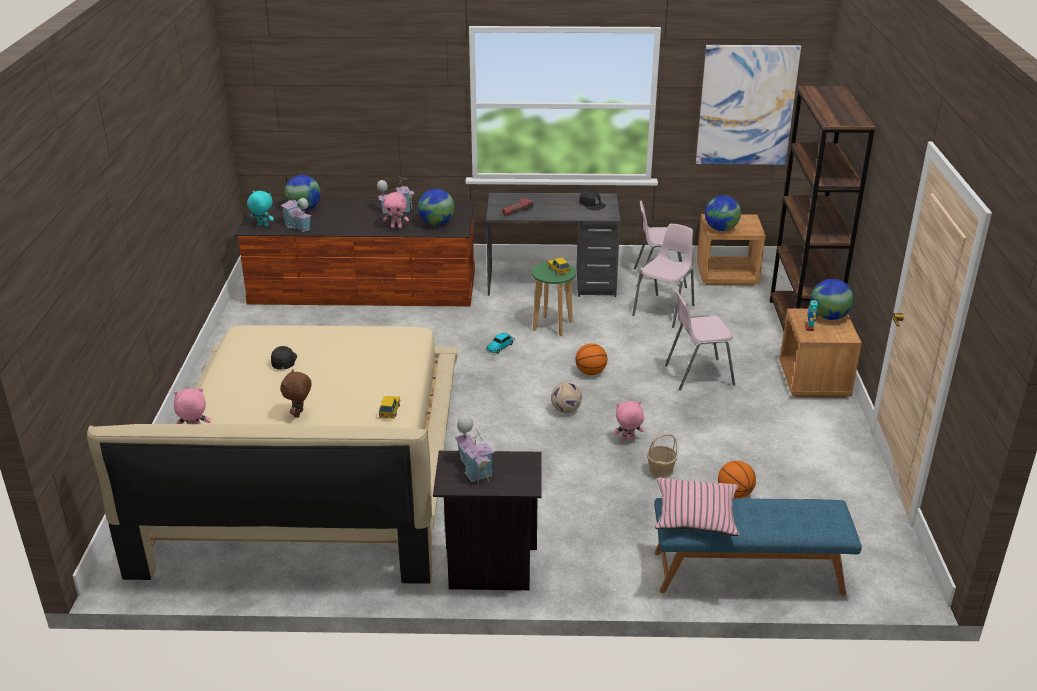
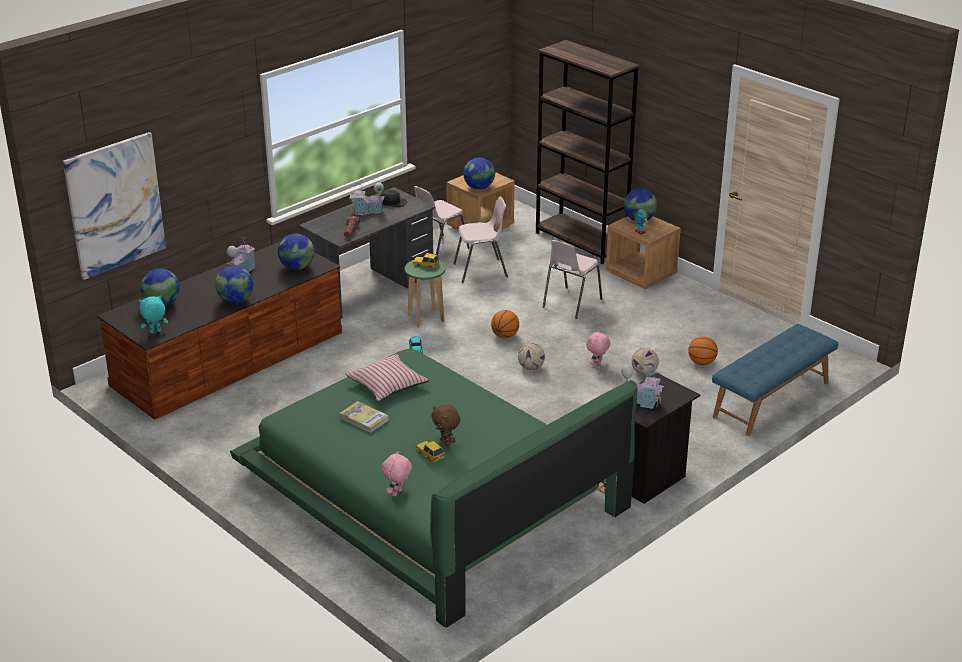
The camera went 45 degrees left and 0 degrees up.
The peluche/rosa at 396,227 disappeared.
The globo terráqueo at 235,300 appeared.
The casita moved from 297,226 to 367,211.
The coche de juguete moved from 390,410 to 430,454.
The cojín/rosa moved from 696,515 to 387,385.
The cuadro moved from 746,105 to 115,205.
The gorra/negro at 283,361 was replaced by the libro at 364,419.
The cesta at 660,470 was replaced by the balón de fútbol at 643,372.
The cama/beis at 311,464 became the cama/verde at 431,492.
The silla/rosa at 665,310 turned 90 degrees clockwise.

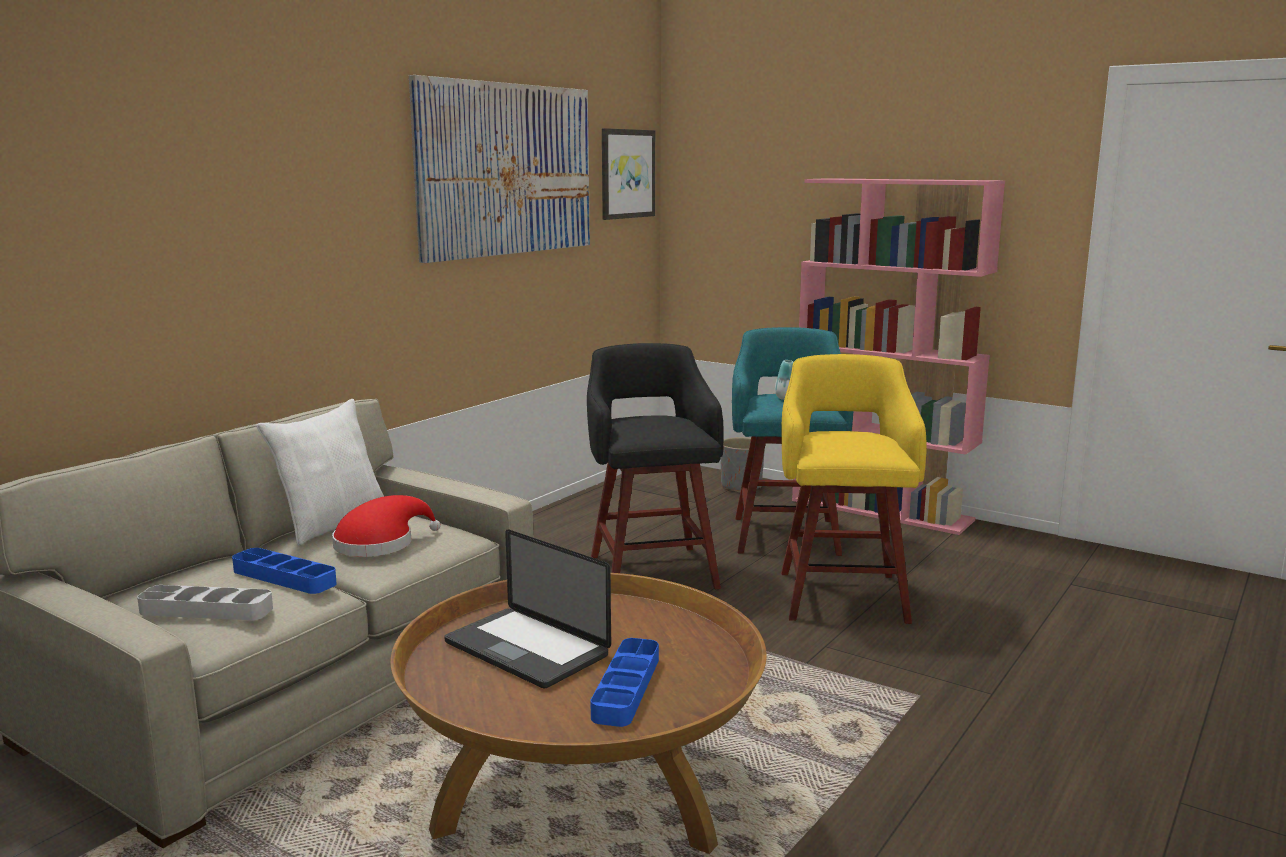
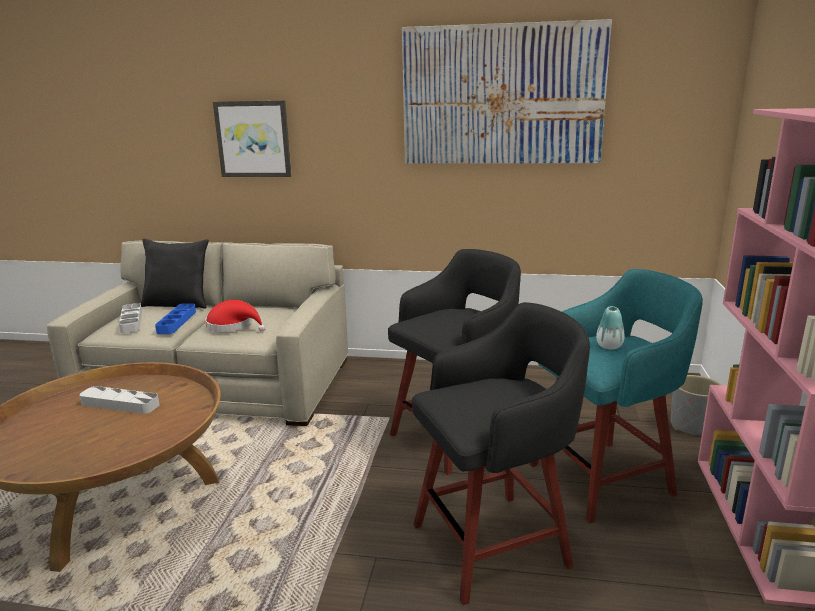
The camera went 65 degrees right and 5 degrees up.
The cojín/blanco at 332,523 disappeared.
The bandeja/azul at 626,688 disappeared.
The cojín/negro at 178,304 appeared.
The cuadro moved from 627,174 to 253,139.
The portátil at 526,649 was replaced by the bandeja/gris at 120,404.
The taburete/amarillo at 842,594 became the taburete/negro at 495,544.

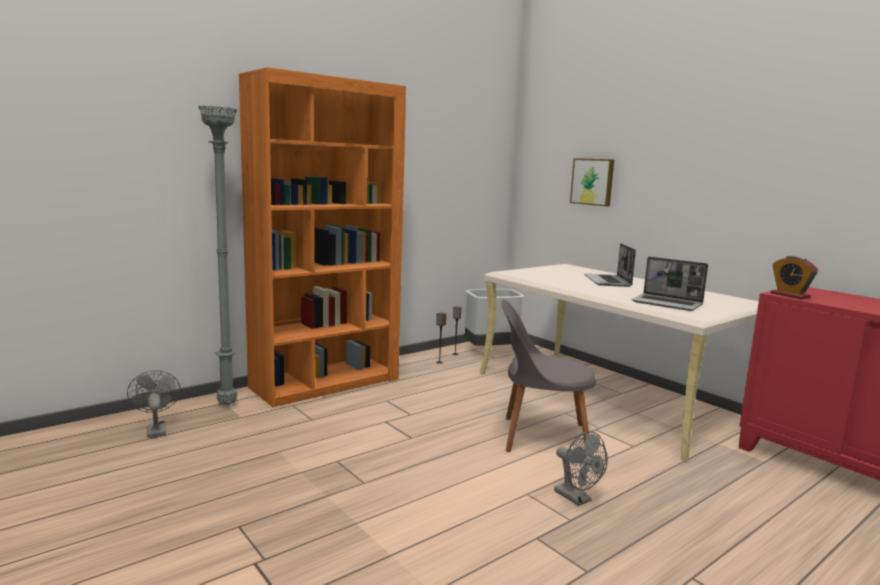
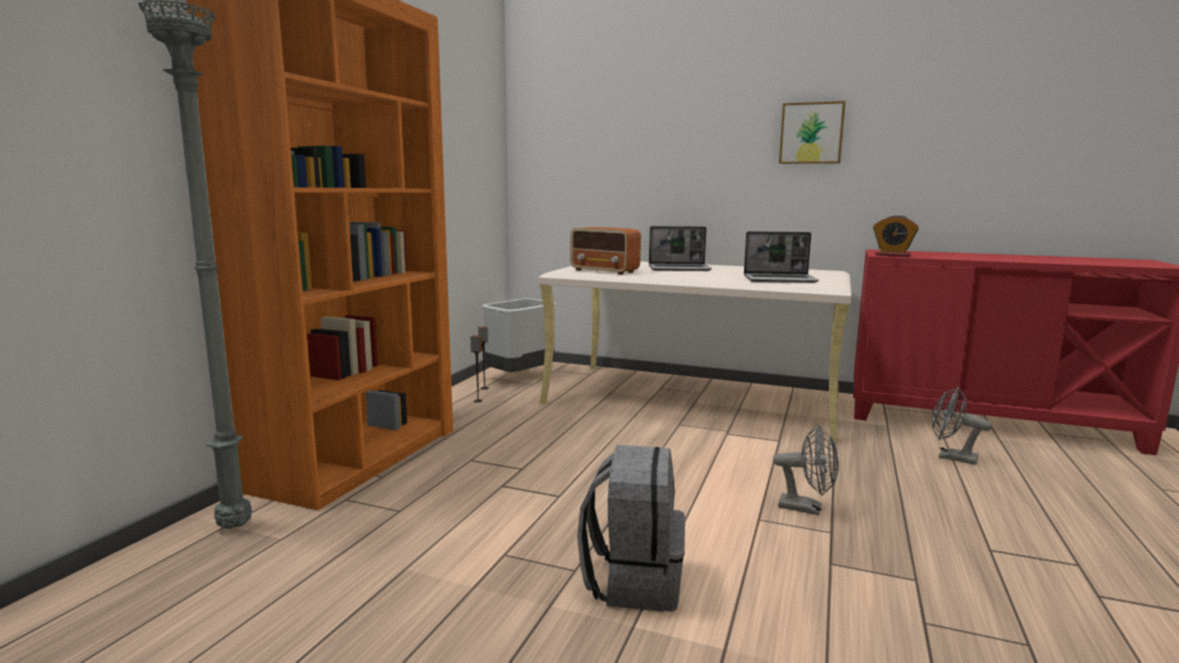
The camera went 30 degrees left and 0 degrees up.
The silla/gris at 540,436 disappeared.
The radio at 605,271 appeared.
The mochila/gris at 633,581 appeared.
The ventilador/gris moved from 155,429 to 951,457.
The cuadro moved from 593,181 to 811,133.
The portátil at 608,281 turned 60 degrees counterclockwise.

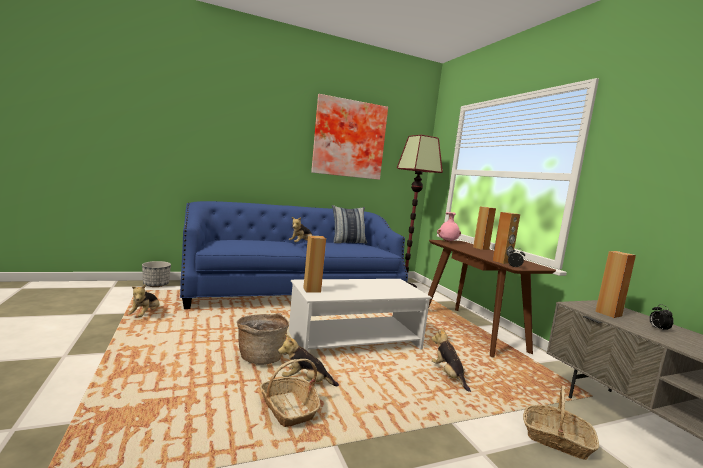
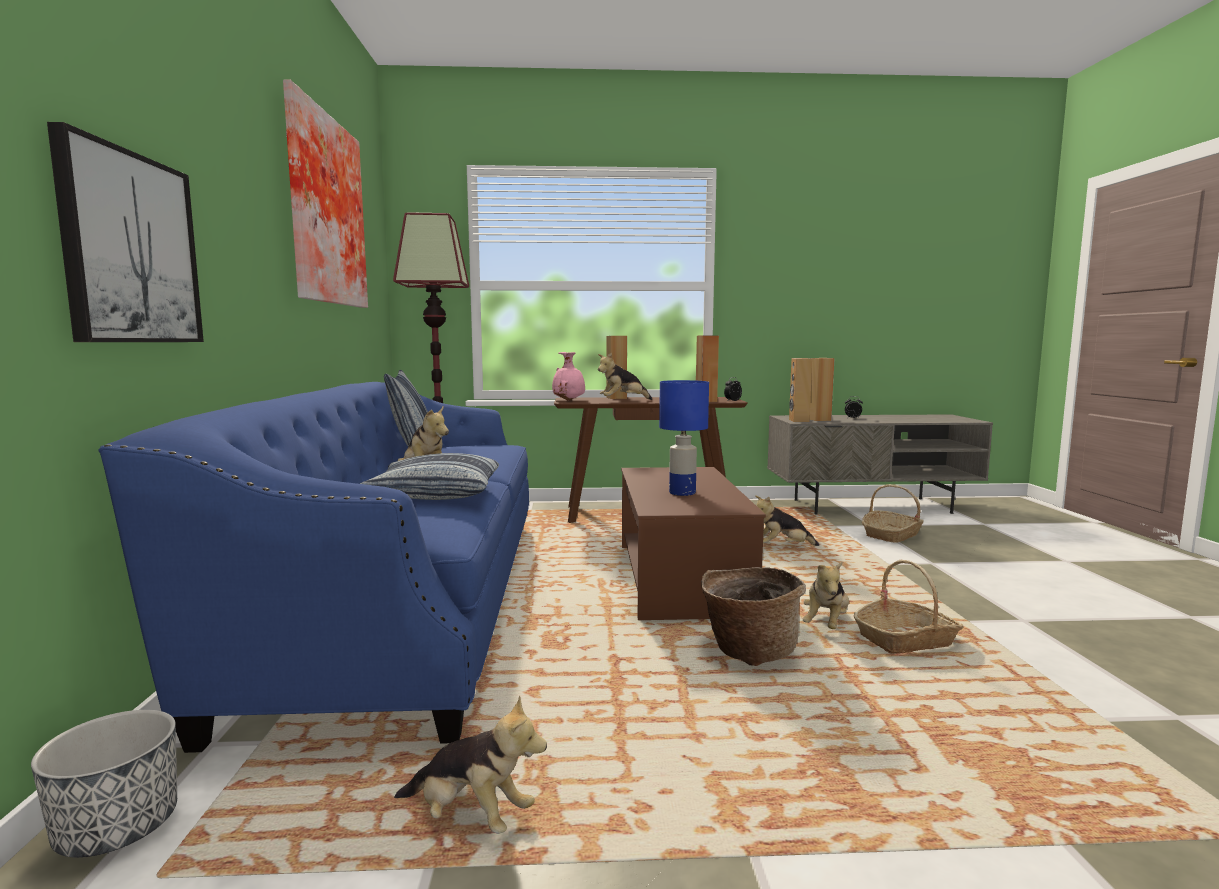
The camera went 70 degrees left and 0 degrees up.
The cuadro at 130,249 appeared.
The cojín at 434,493 appeared.
The peluche at 623,401 appeared.
The lámpara de mesa/azul at 682,493 appeared.
The altavoz/marrón moved from 312,290 to 798,421.
The mesa de centro/blanco at 355,340 became the mesa de centro/marrón at 680,578.

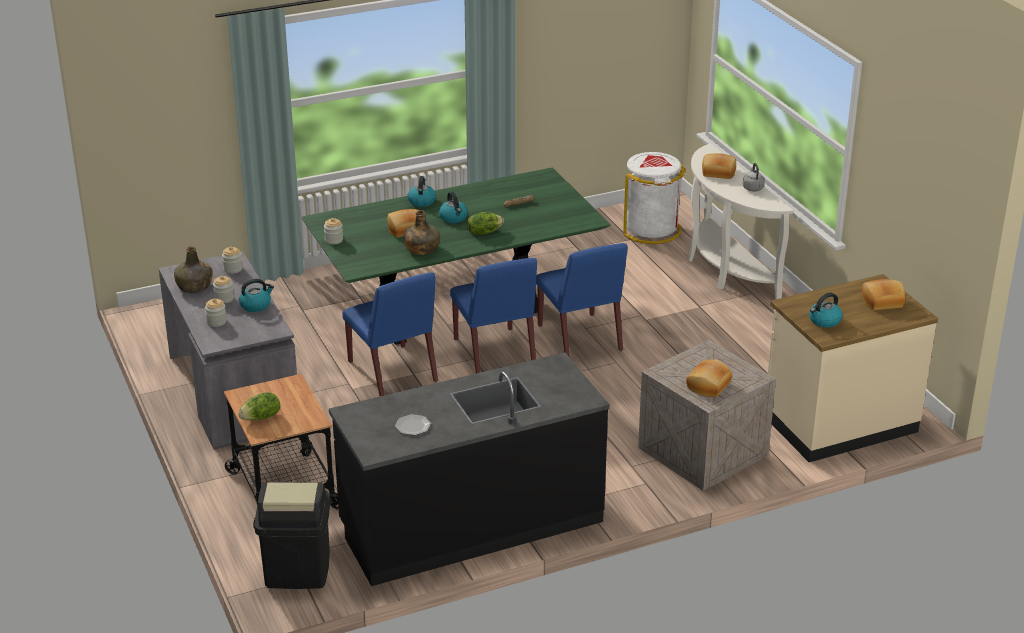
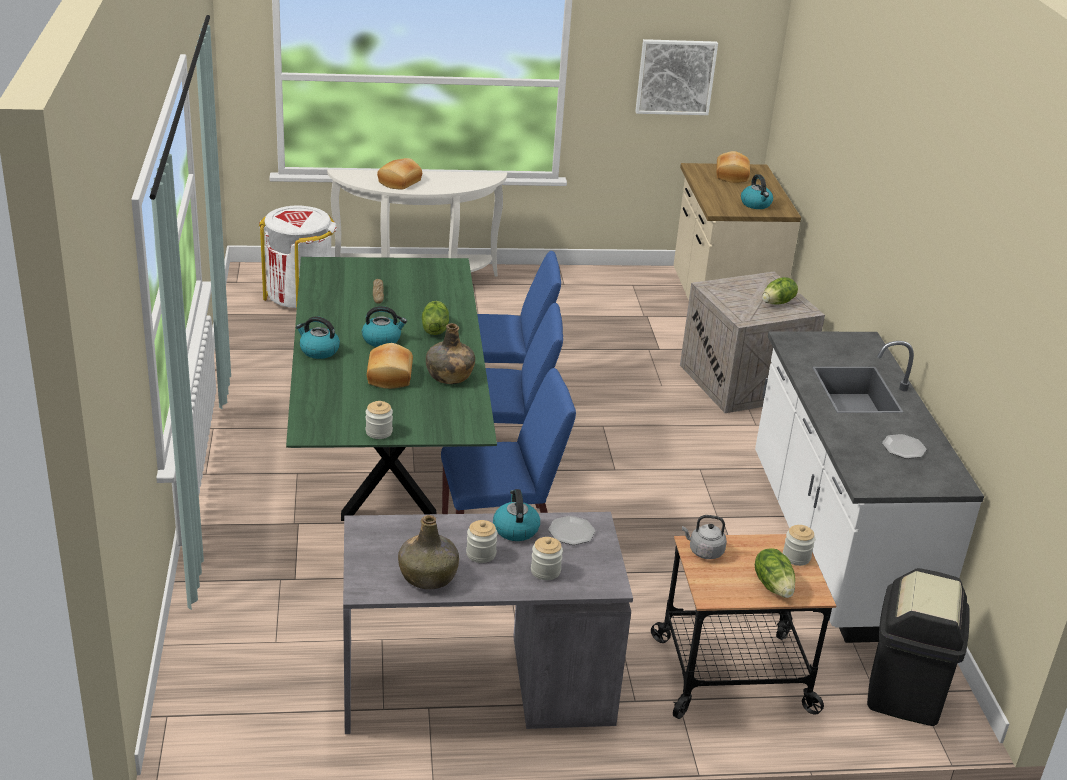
The camera went 75 degrees left and 0 degrees up.
The plato at 571,532 appeared.
The cuadro at 675,77 appeared.
The tarro moved from 233,269 to 796,557.
The hervidor/gris moved from 752,188 to 704,551.
The pan at 709,386 was replaced by the lechuga at 778,303.
The mueble bajo de cocina/negro at 471,524 became the mueble bajo de cocina/blanco at 835,545.

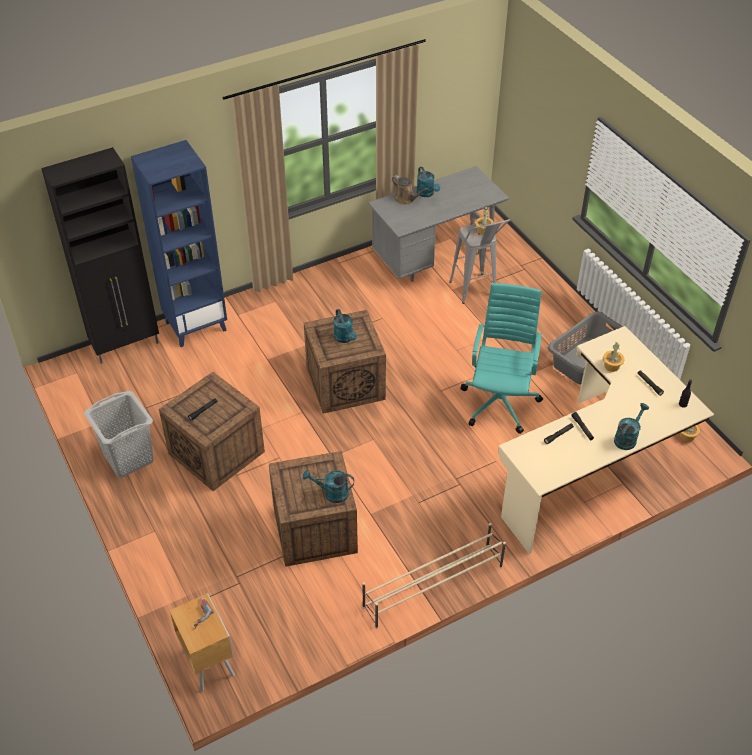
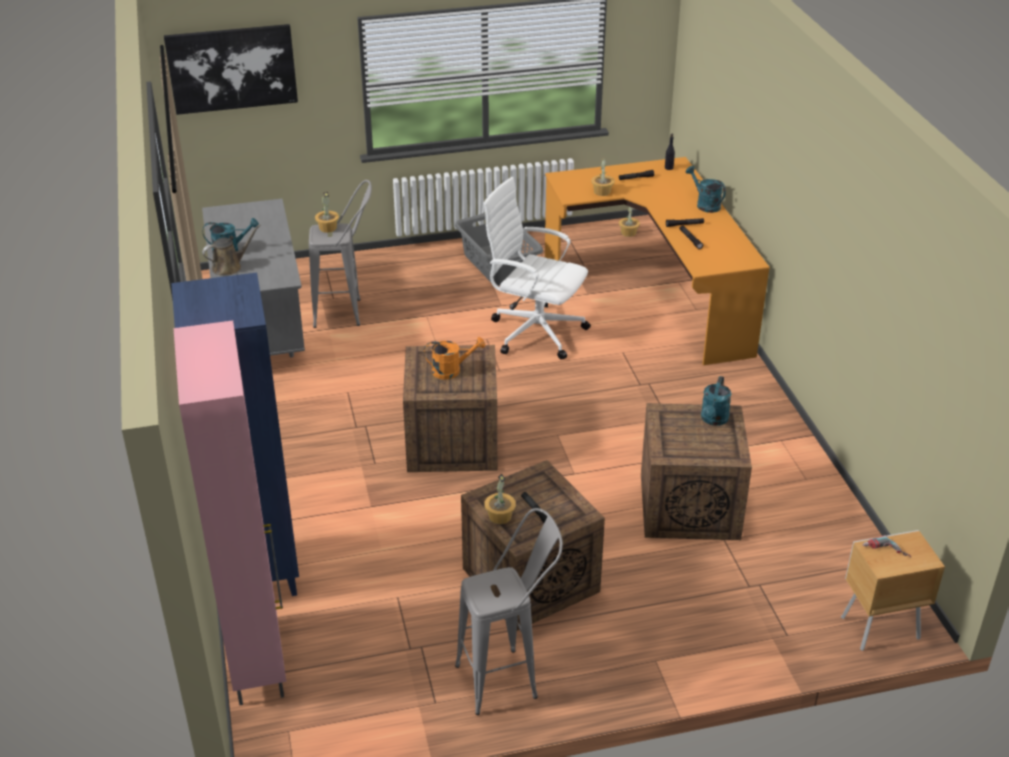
The camera went 75 degrees left and 10 degrees down.
The zapatero/beis at 432,587 disappeared.
The cuadro at 232,68 appeared.
The planta en maceta at 499,516 appeared.
The cesto de la ropa/gris at 128,459 was replaced by the taburete/gris at 509,678.
The armario/negro at 126,345 became the armario/rosa at 258,659.
The regadera/turquesa at 345,338 became the regadera/naranja at 451,370.
The silla de oficina/turquesa at 500,401 became the silla de oficina/blanco at 534,331.
The escritorio/beis at 596,471 became the escritorio/naranja at 657,293.

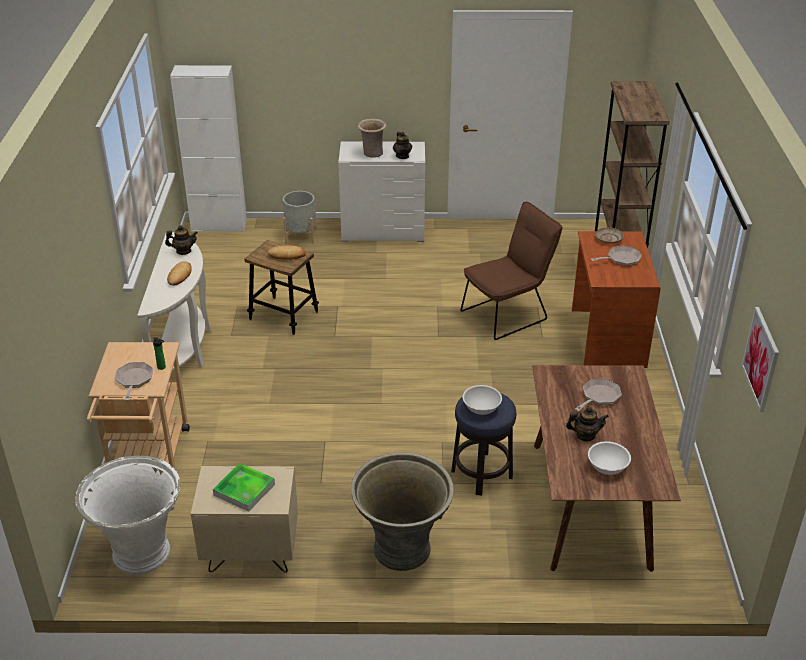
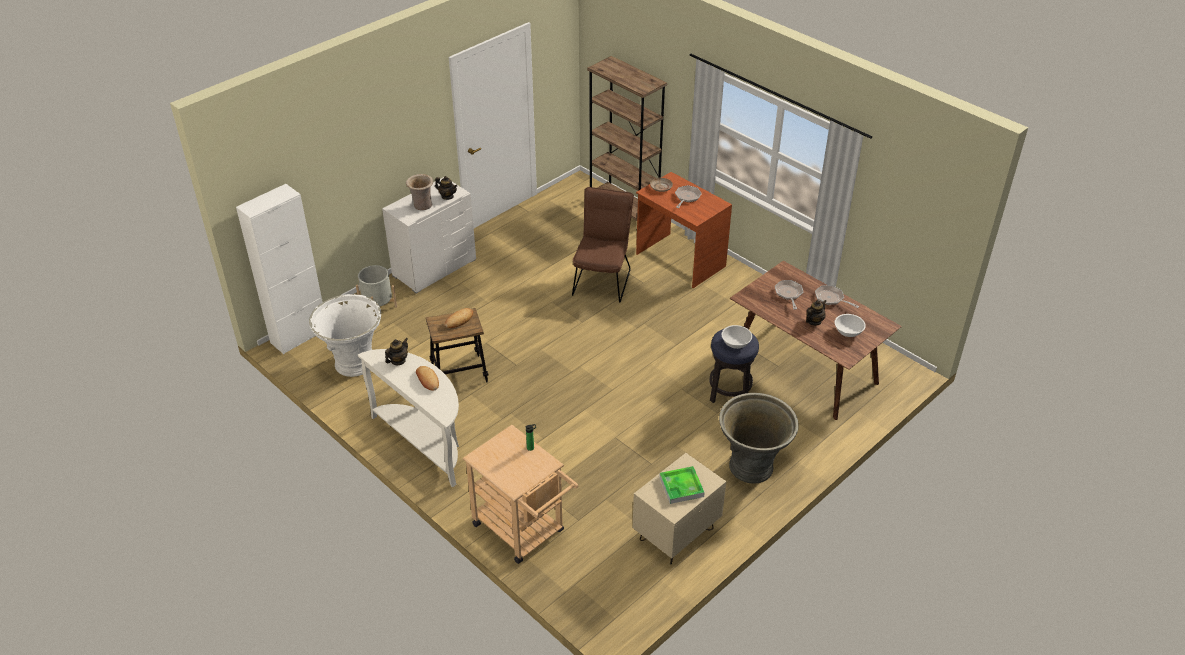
The camera went 45 degrees left and 5 degrees up.
The cuadro at 761,359 disappeared.
The maceta/blanco moved from 141,552 to 354,363.
The sartén moved from 134,380 to 831,298.

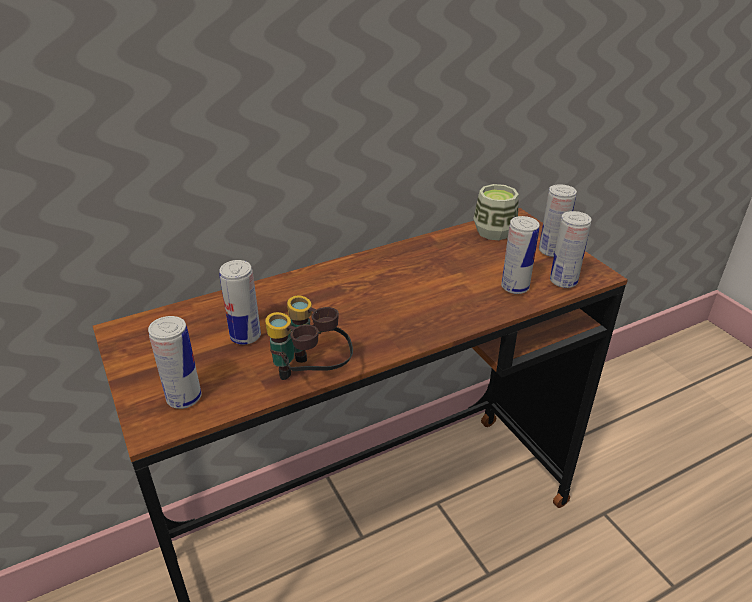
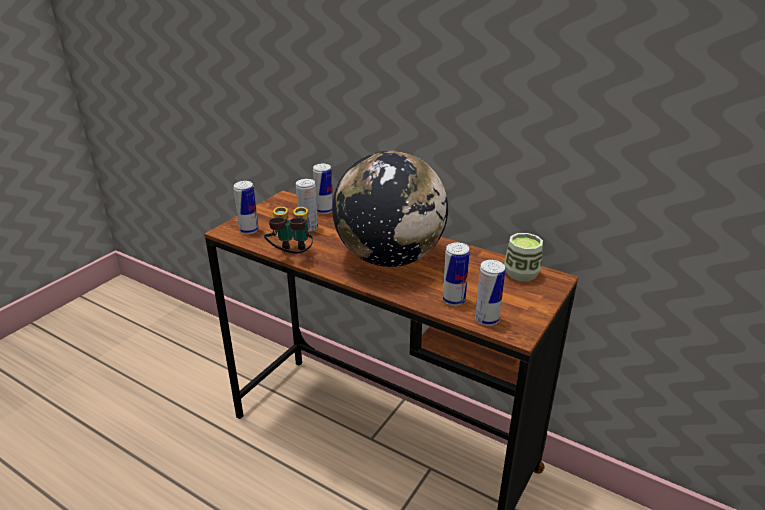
The camera went 60 degrees right and 5 degrees down.
The globo terráqueo at 390,258 appeared.
The lata moved from 551,251 to 324,211.

